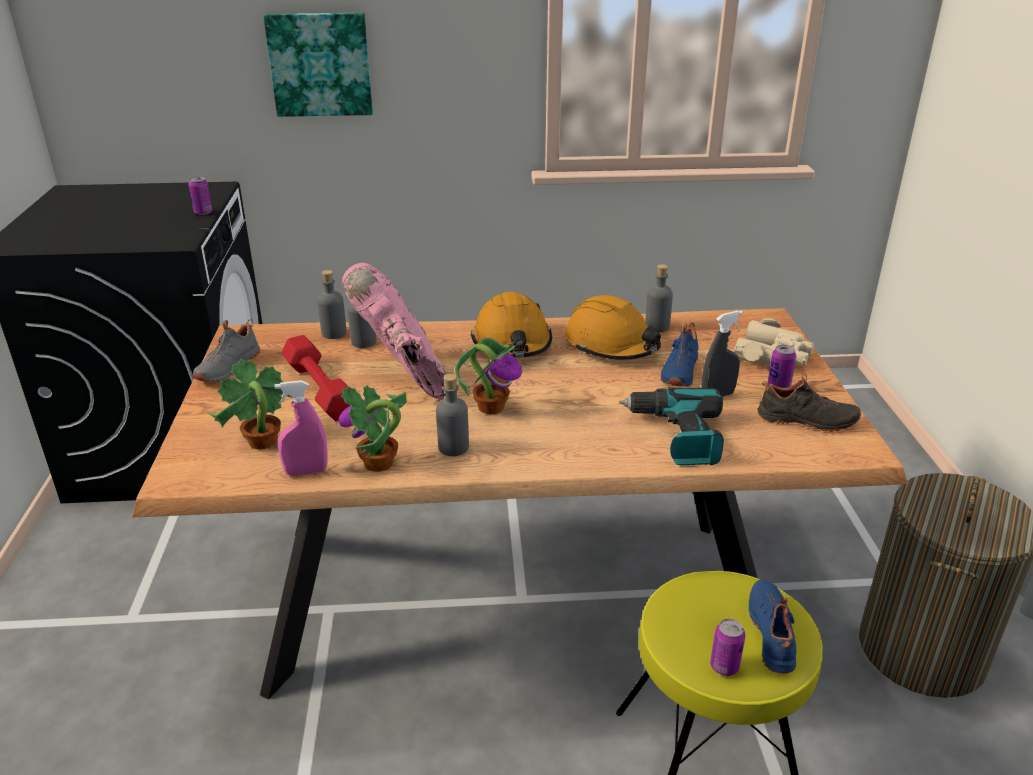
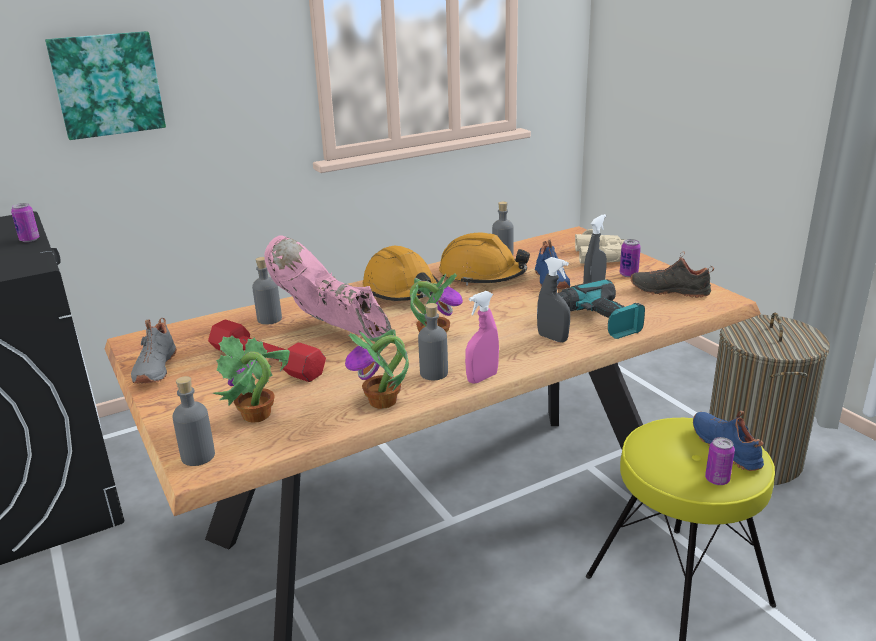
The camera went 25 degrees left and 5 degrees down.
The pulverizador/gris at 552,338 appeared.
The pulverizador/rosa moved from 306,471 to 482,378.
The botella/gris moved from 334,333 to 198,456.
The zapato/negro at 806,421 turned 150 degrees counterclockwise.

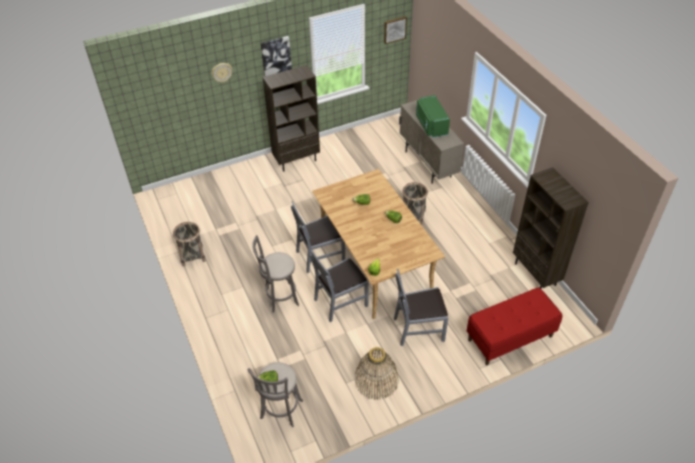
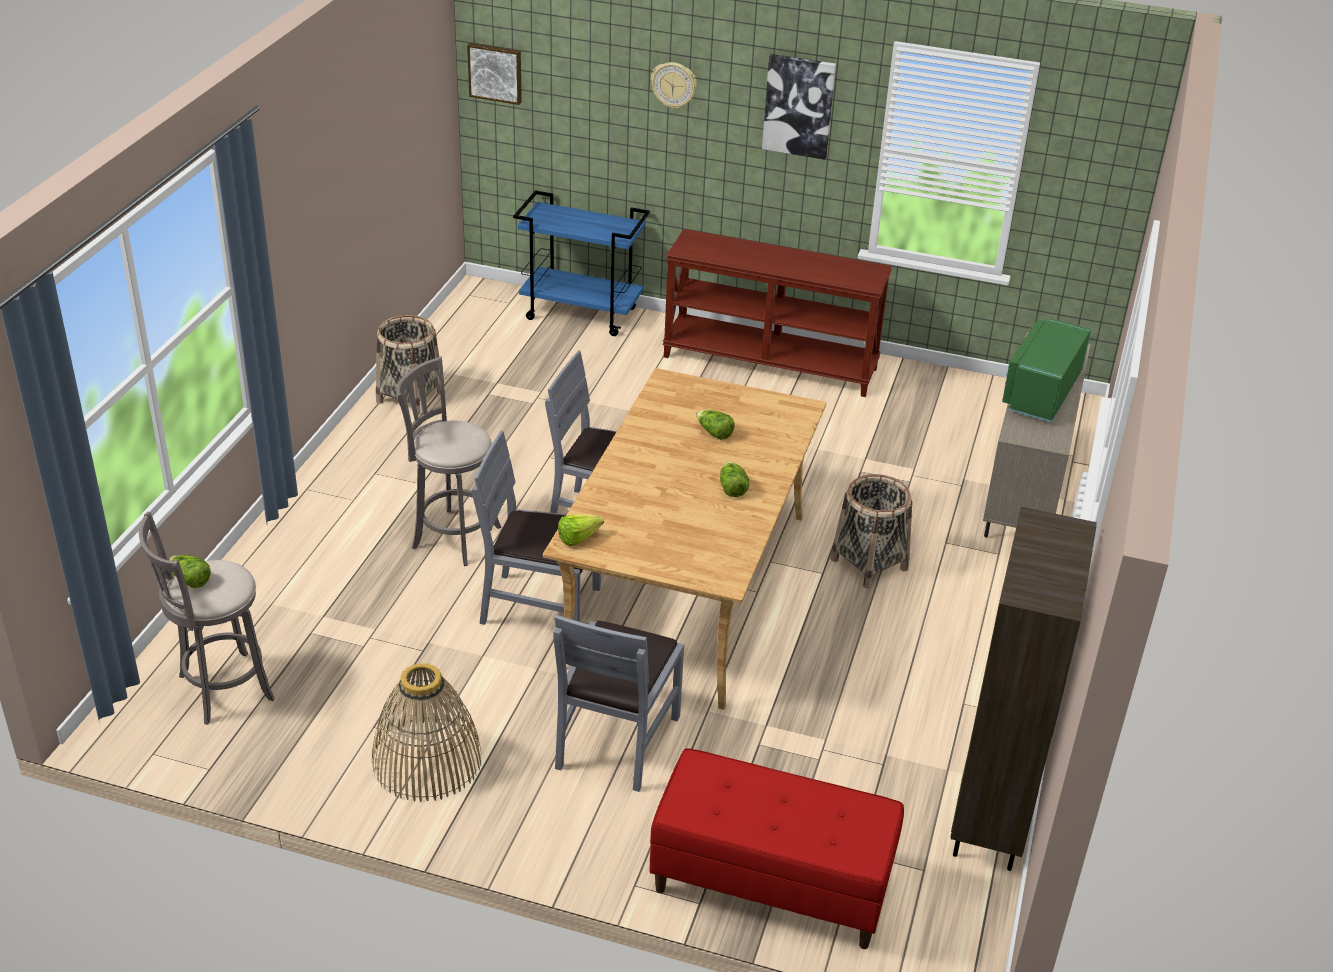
The camera went 40 degrees right and 10 degrees down.
The carrito/azul at 582,313 appeared.
The cuadro moved from 394,29 to 495,72.
The estantería/marrón at 296,160 was replaced by the mesa consola/marrón at 771,362.
The silla/gris at 419,328 turned 105 degrees counterclockwise.

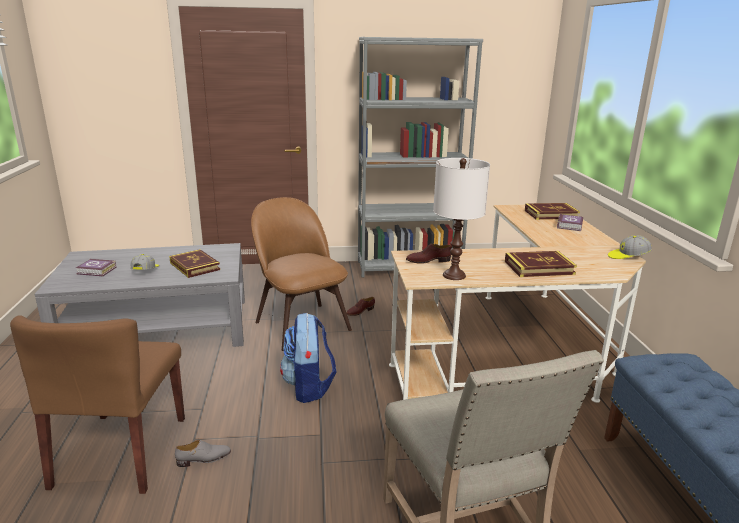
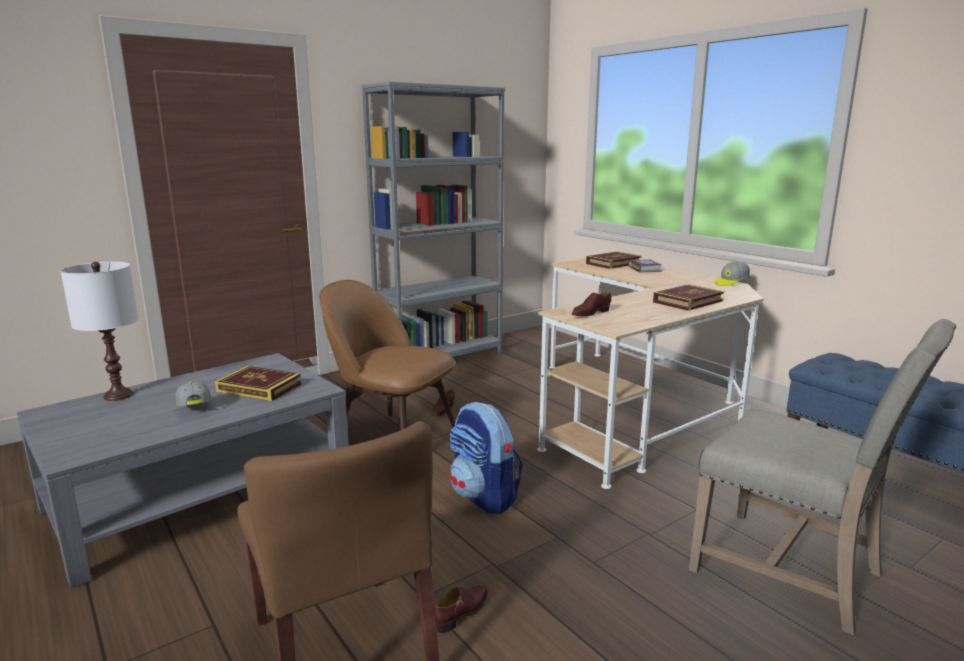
The camera went 30 degrees left and 5 degrees down.
The libro at 97,271 disappeared.
The lámpara de mesa/blanco moved from 454,275 to 118,395.
The zapato/gris at 204,459 became the zapato/marrón at 463,612.

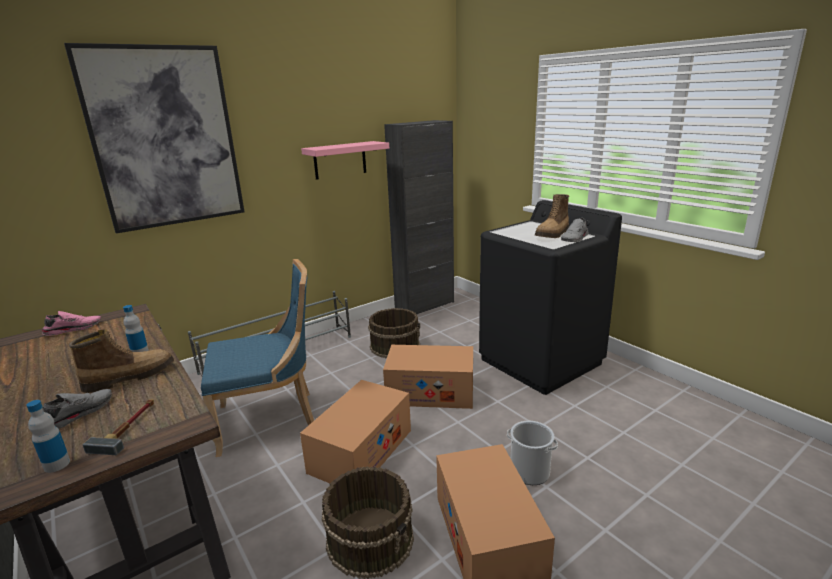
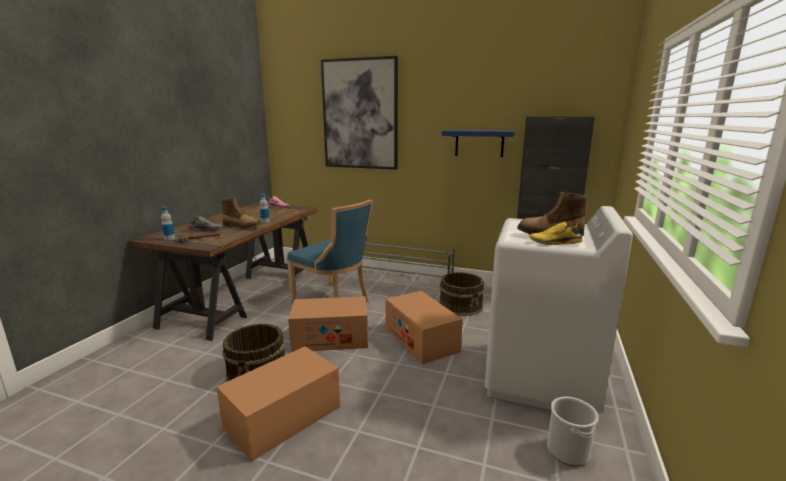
The camera went 55 degrees right and 5 degrees down.
The cubo moved from 529,472 to 568,451.
The estante/rosa at 340,160 became the estante/azul at 479,143.
The lavadora/negro at 541,361 became the lavadora/blanco at 541,378.
The zapato/gris at 575,239 became the zapato/amarillo at 555,243.

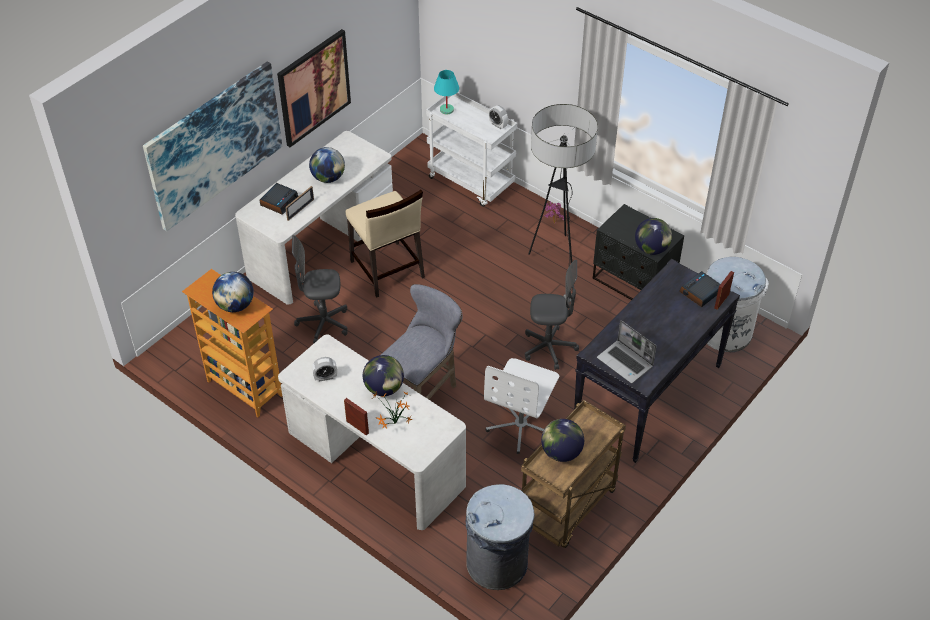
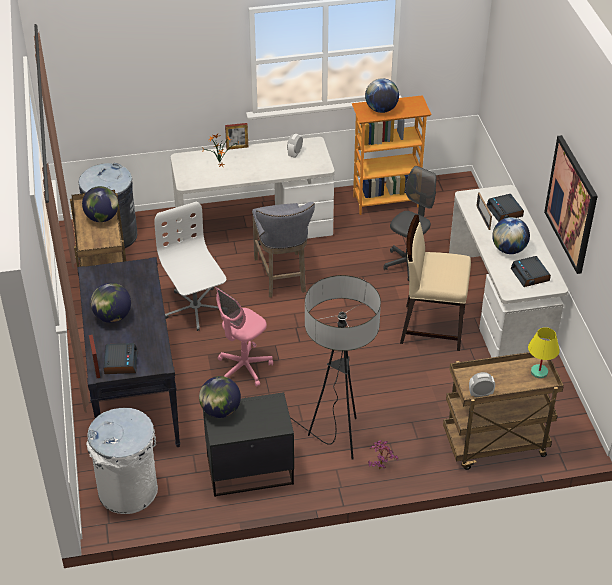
The camera went 130 degrees right and 5 degrees down.
The cuadro at 214,144 disappeared.
The portátil at 625,362 disappeared.
The despertador at 530,275 appeared.
The globo terráqueo moved from 384,388 to 112,317.
The carrito/blanco at 472,182 became the carrito/marrón at 494,445.
The lámpara de mesa/turquesa at 447,110 became the lámpara de mesa/amarillo at 539,372.
The silla de oficina/gris at 549,348 became the silla de oficina/rosa at 244,368.

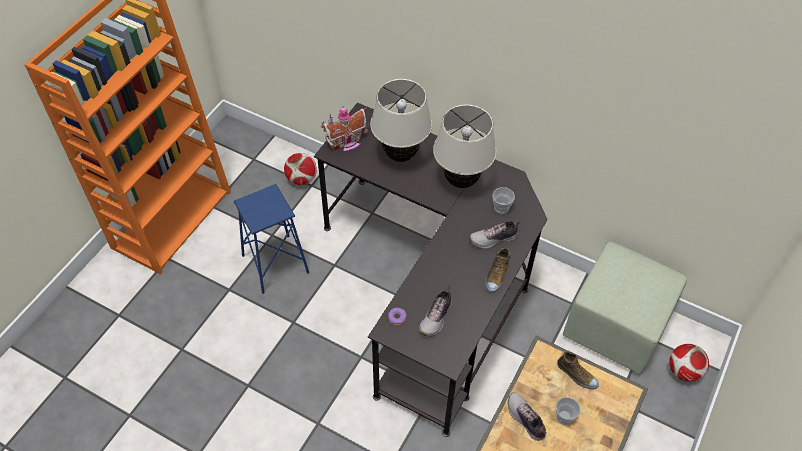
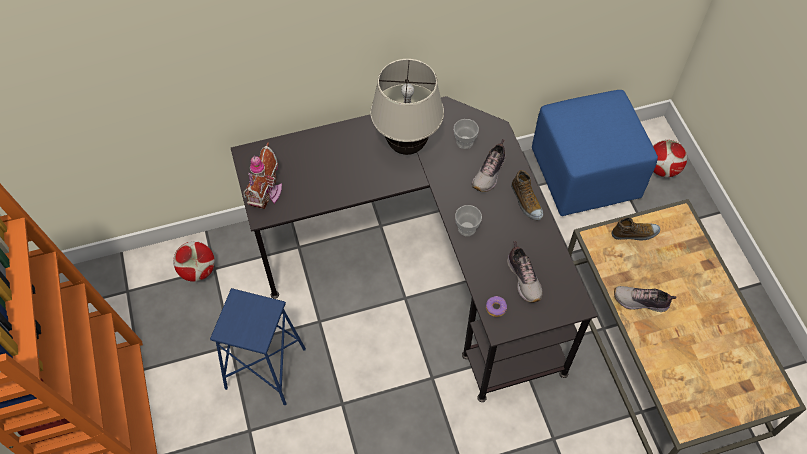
The camera went 45 degrees left and 5 degrees up.
The lámpara de mesa/beis at 401,155 disappeared.
The taza moved from 564,417 to 467,228.
The puf/verde at 615,324 became the puf/azul at 583,174.

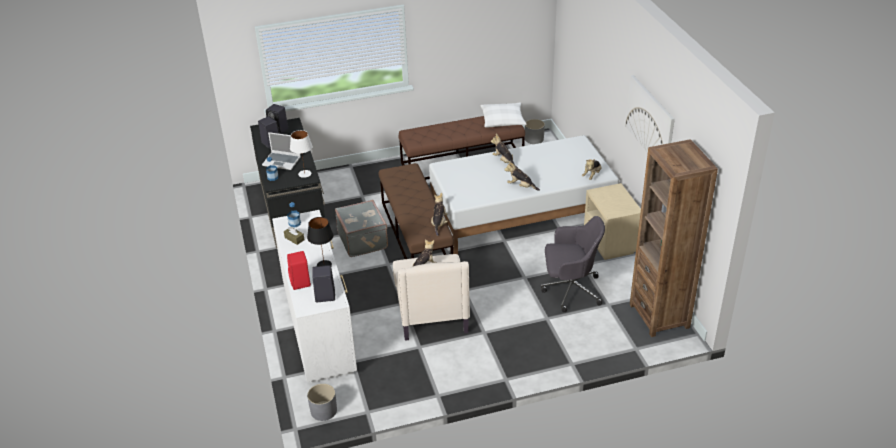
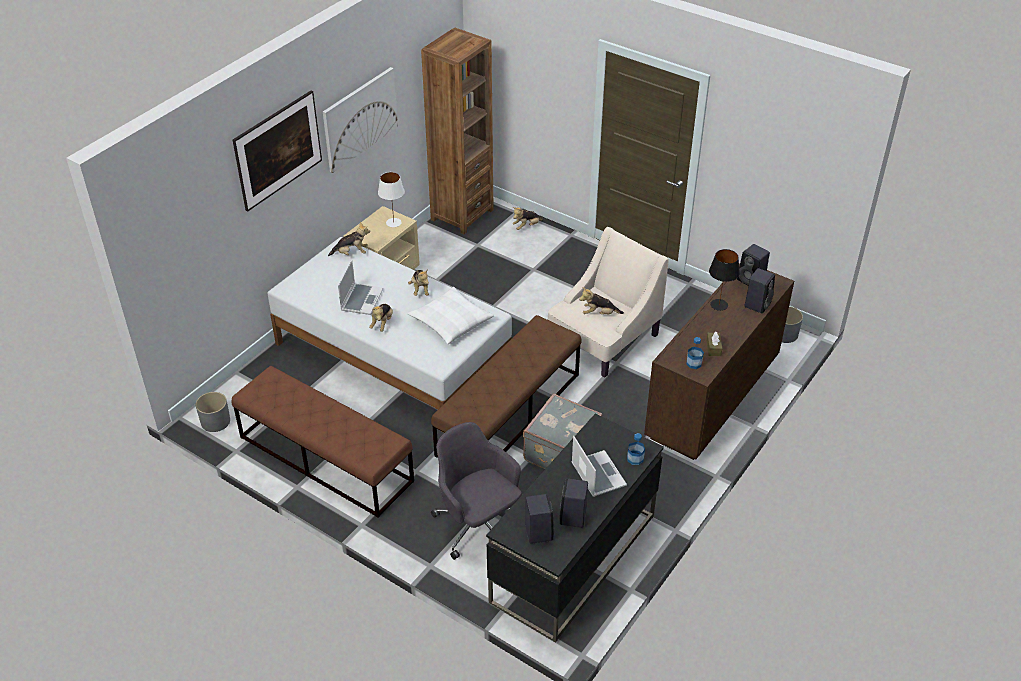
The camera went 130 degrees left and 5 degrees up.
The cuadro at 281,167 appeared.
The portátil at 361,300 appeared.
The lámpara de mesa/blanco moved from 305,173 to 393,222.
The peluche moved from 439,223 to 527,226.
The cojín/blanco moved from 503,120 to 451,322.
The silla de oficina/gris moved from 570,290 to 478,525.
The cómoda/blanco at 319,327 became the cómoda/marrón at 711,398.
The altavoz/rojo at 300,283 became the altavoz/negro at 757,304.

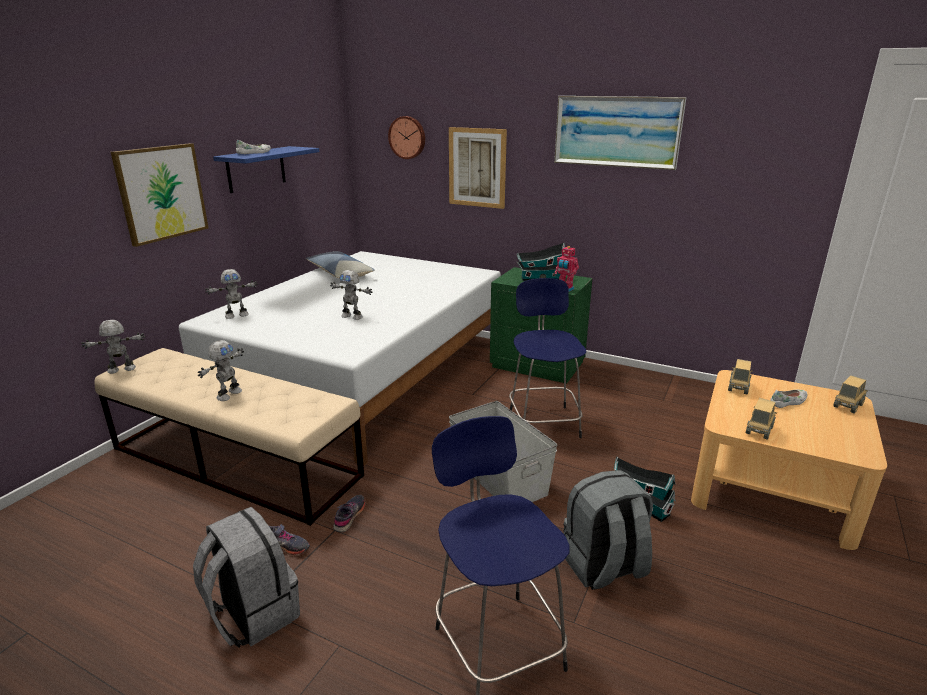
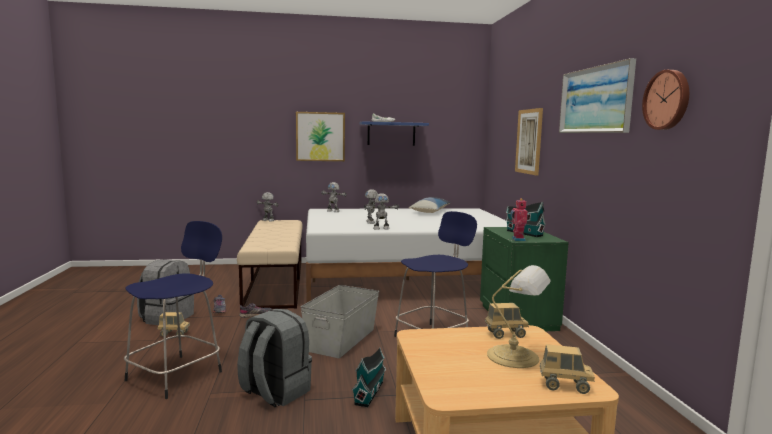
The camera went 55 degrees right and 15 degrees down.
The robot de juguete moved from 228,394 to 381,228.
The reloj de pared moved from 407,137 to 667,100.
The camión de juguete moved from 759,431 to 174,334.
The zapato/blanco at 788,402 was replaced by the lámpara de mesa at 515,357.

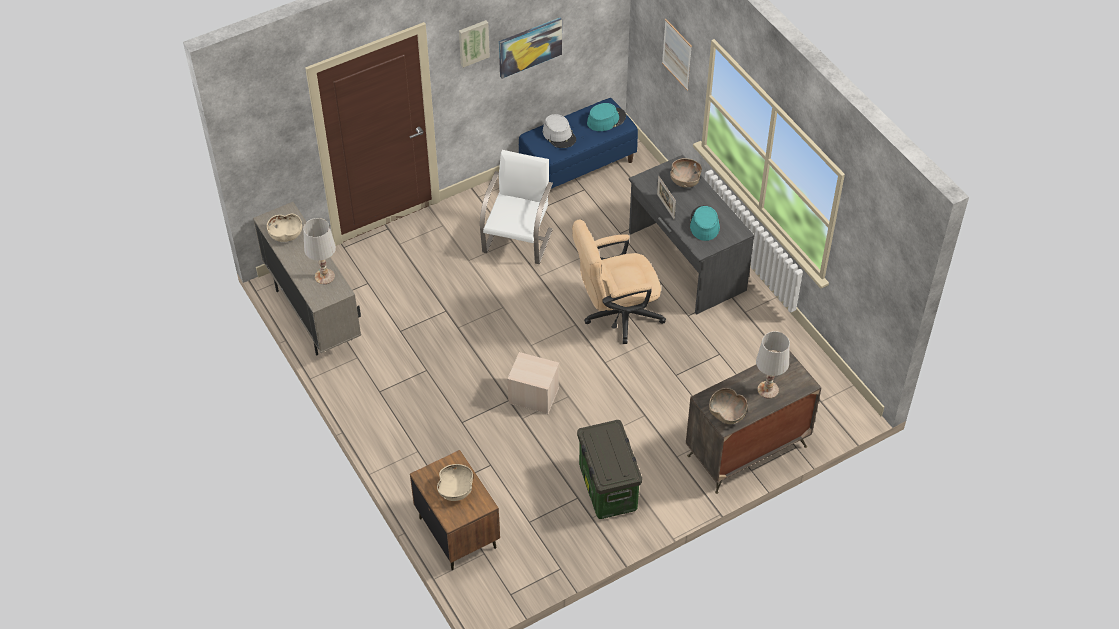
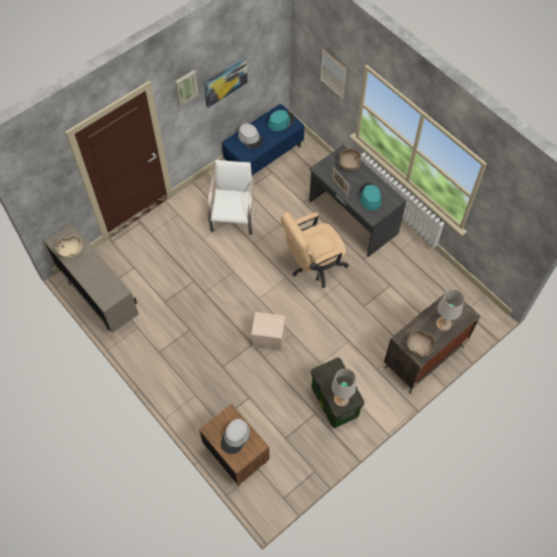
The camera went 10 degrees left and 10 degrees up.
The lámpara de mesa/blanco moved from 325,276 to 341,399.
The cuenco/beis at 456,490 was replaced by the sombrero/gris at 235,437.

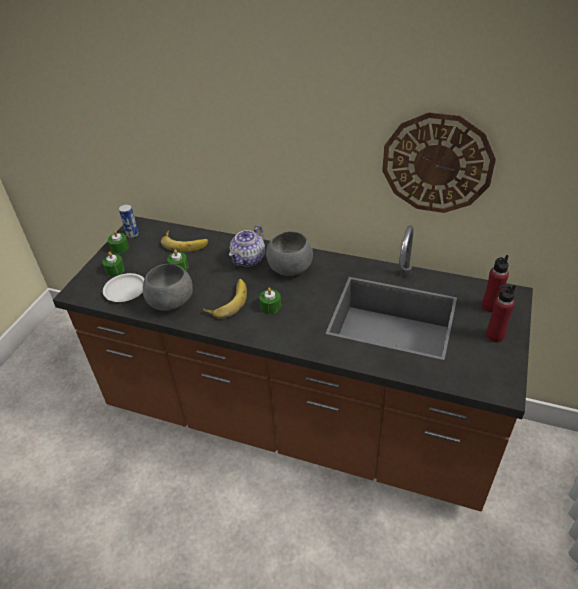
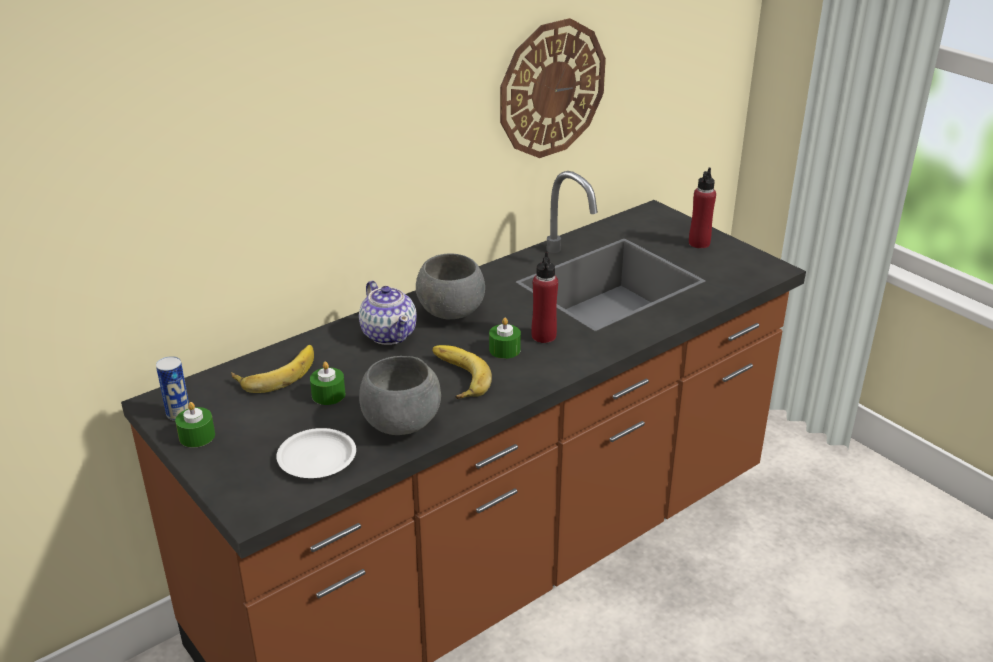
The camera went 60 degrees left and 10 degrees down.
The vela/verde at 115,269 disappeared.
The botella/rojo moved from 490,306 to 543,336.

